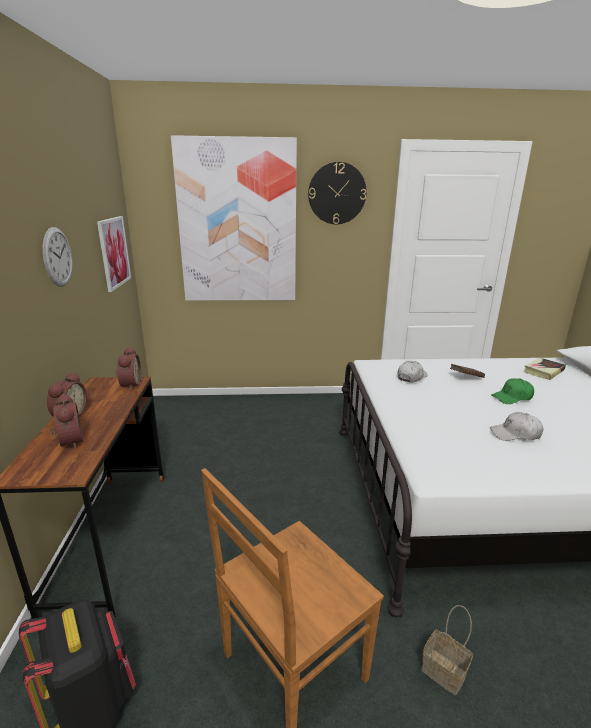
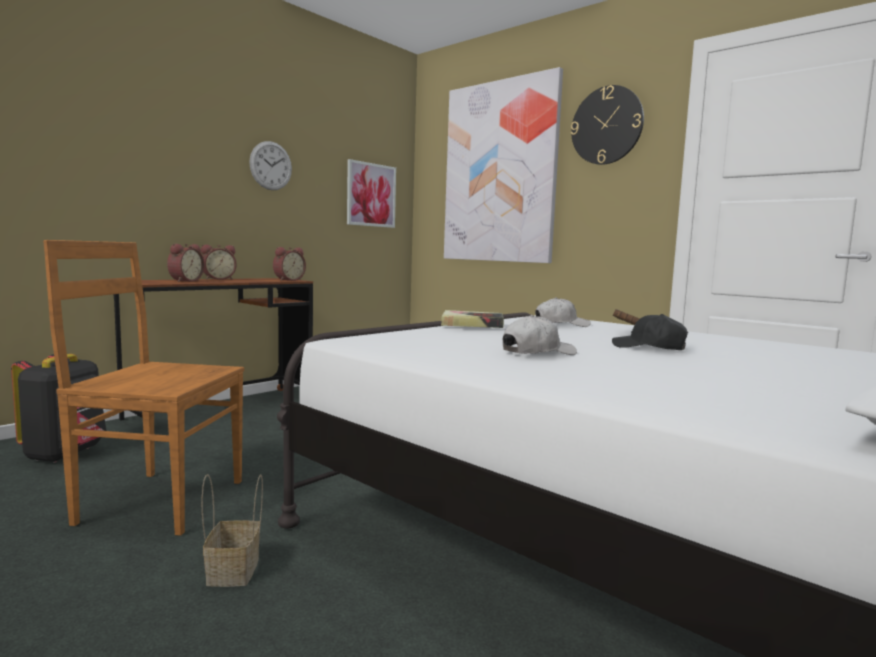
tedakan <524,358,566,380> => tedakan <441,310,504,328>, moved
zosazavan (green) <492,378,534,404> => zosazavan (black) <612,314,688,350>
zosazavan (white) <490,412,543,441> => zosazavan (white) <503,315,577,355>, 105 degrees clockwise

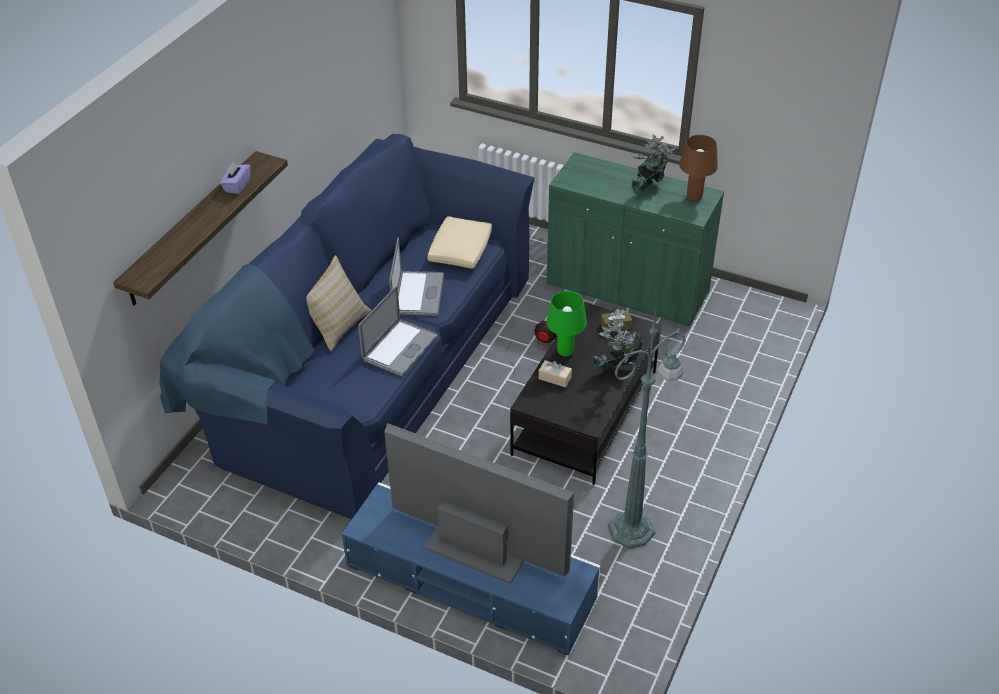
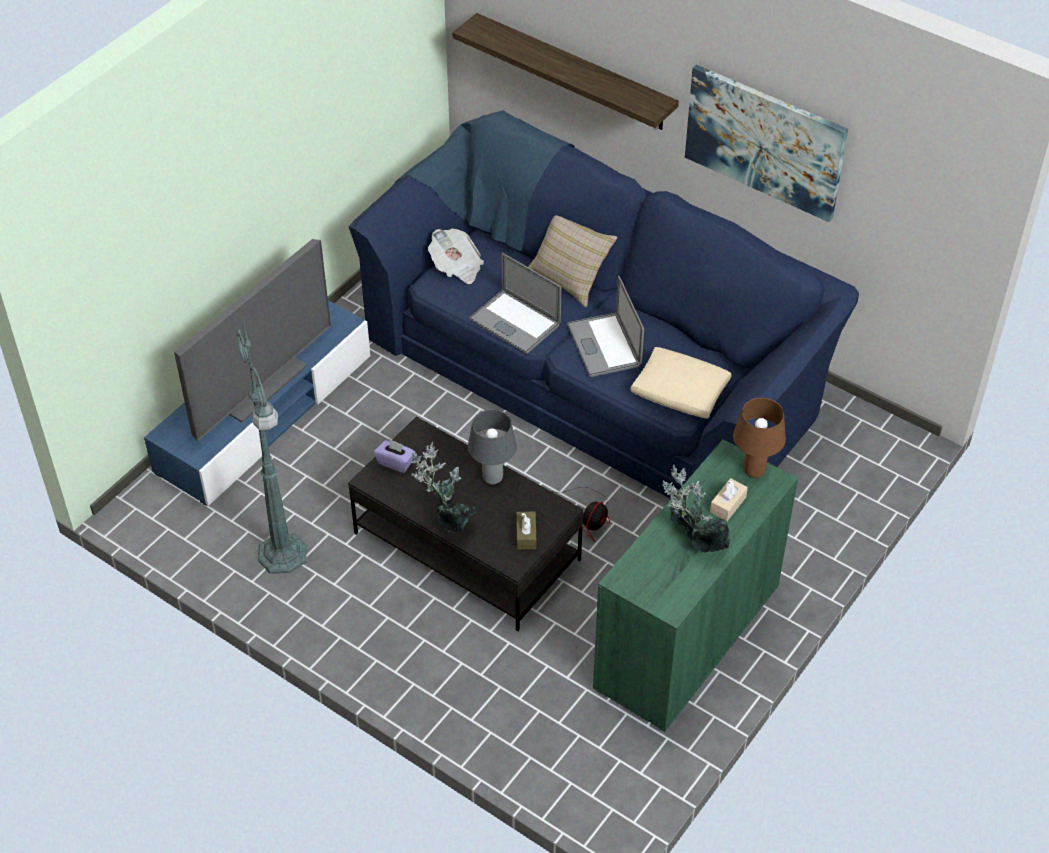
nothing => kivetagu <428,229,484,284>
nothing => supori <685,65,848,222>
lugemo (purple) <220,161,251,194> => lugemo (purple) <374,439,416,473>, moved
lugemo (beige) <539,360,572,387> => lugemo (beige) <710,478,748,521>, moved
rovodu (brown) <679,135,718,201> => rovodu (brown) <733,398,786,478>, moved
rovodu (green) <546,291,587,356> => rovodu (grey) <468,409,517,484>
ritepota <389,237,444,316> => ritepota <567,276,644,377>, 60 degrees clockwise

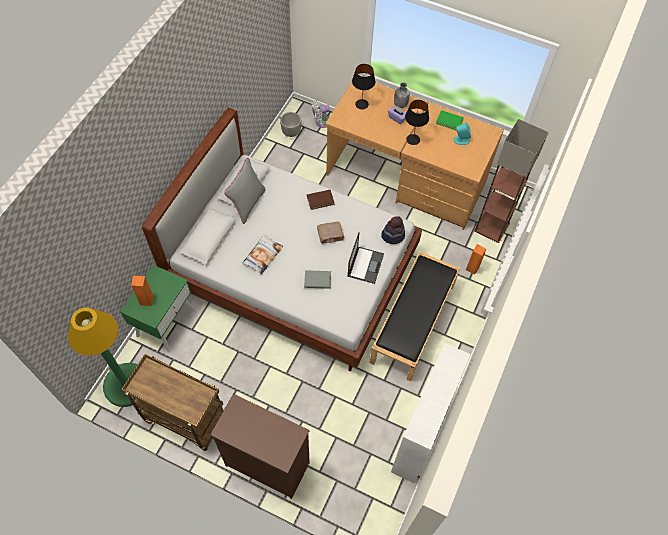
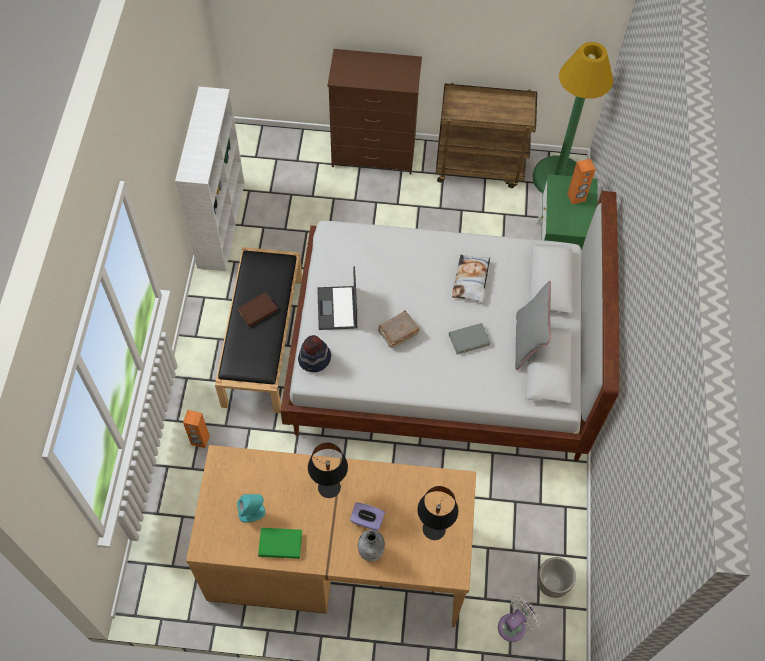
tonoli <474,119,549,243> => nothing
tedakan (grey) <304,270,331,289> => tedakan (grey) <449,323,491,355>, moved
tedakan (brown) <307,190,335,210> => tedakan (brown) <237,292,278,327>, moved

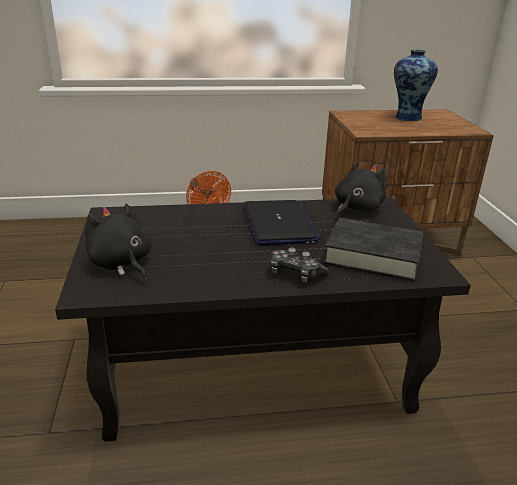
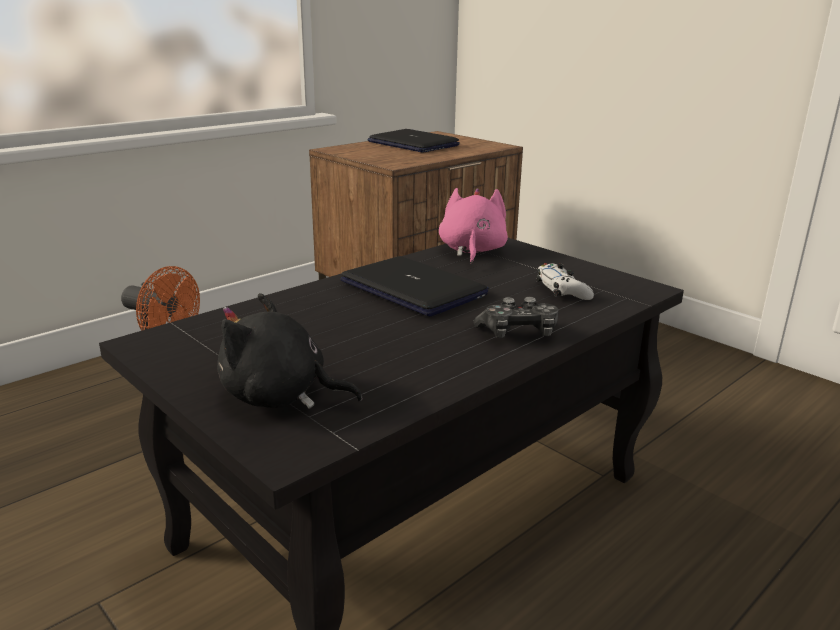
tedakan (black) <324,218,423,281> => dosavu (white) <536,263,594,300>
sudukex <394,50,438,121> => ritepota <367,129,460,153>
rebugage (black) <335,161,387,218> => rebugage (pink) <439,188,508,264>

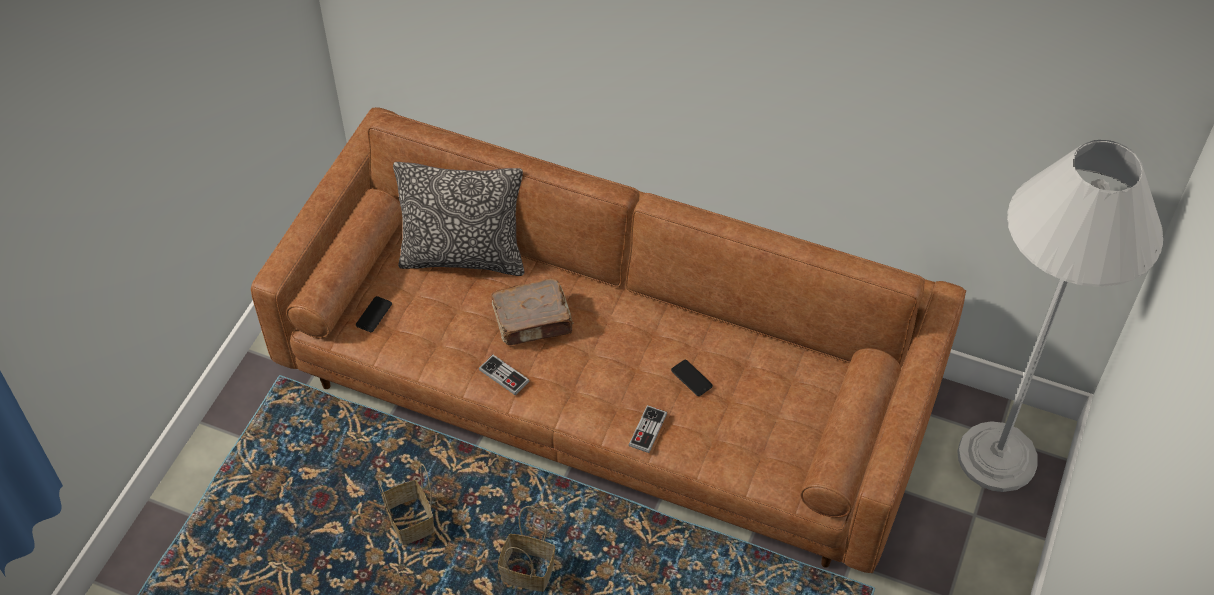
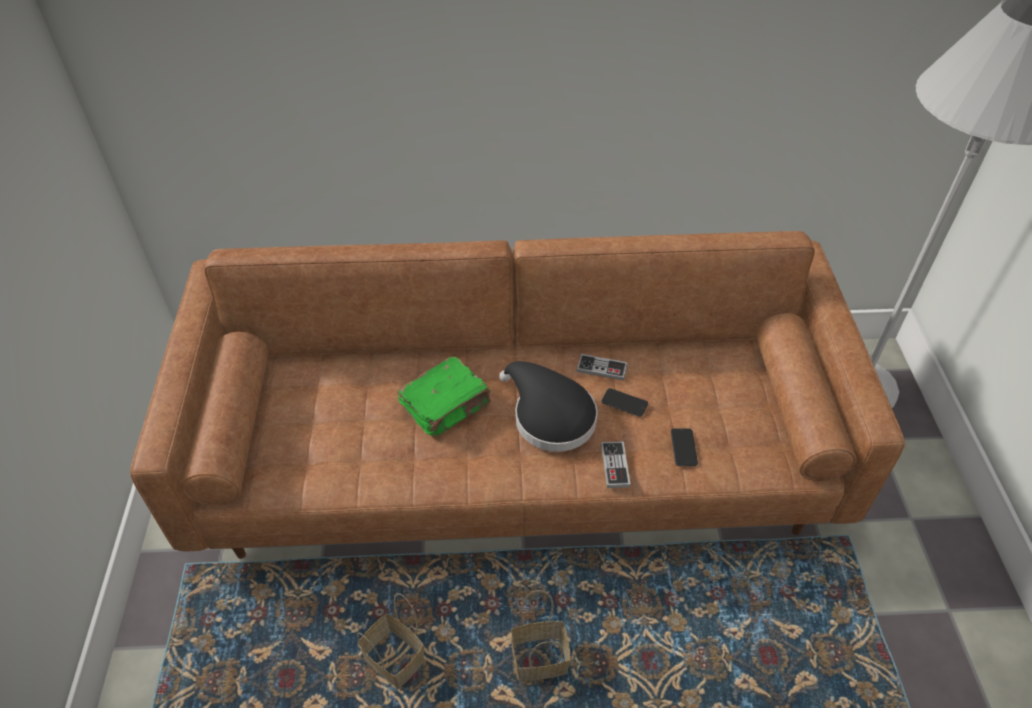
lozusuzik <393,162,525,276> => nothing
nothing => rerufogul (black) <499,361,598,452>
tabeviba <356,296,392,332> => tabeviba <671,428,698,466>, moved
dosavu <479,355,529,395> => dosavu <576,354,628,381>, moved
tedakan (brown) <491,279,574,345> => tedakan (green) <397,357,491,437>

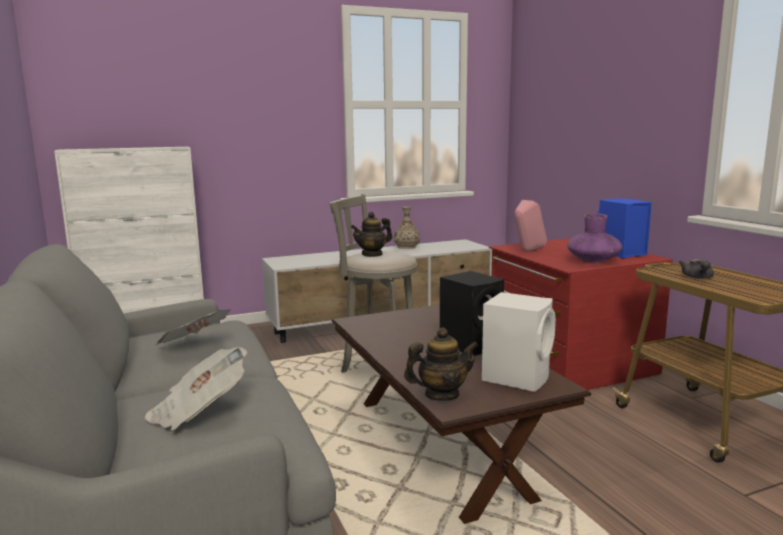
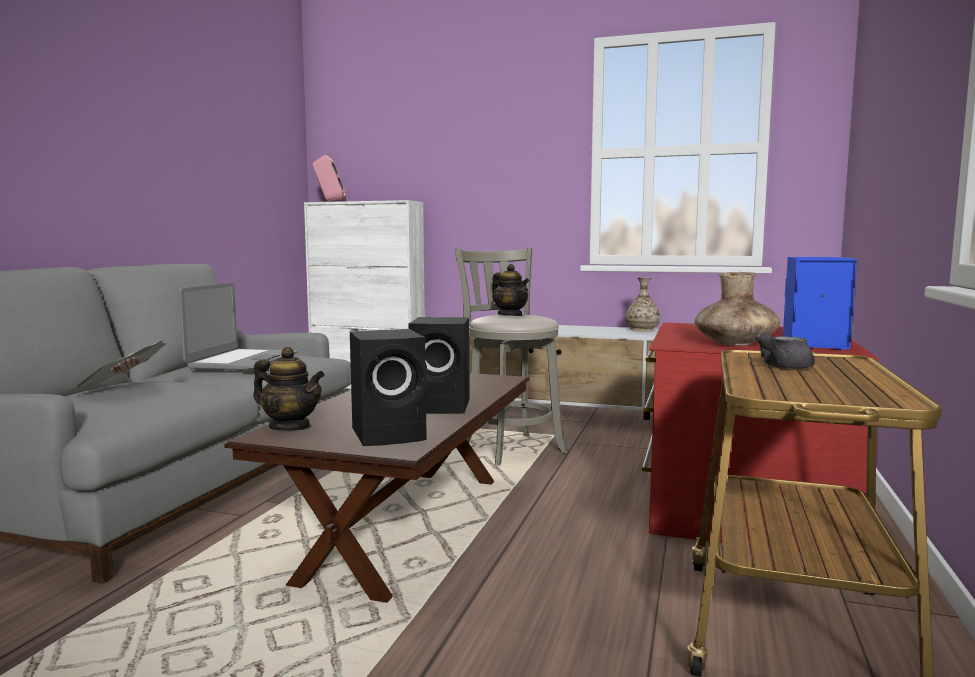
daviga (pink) <514,200,547,251> => daviga (pink) <312,155,346,202>, moved
kivetagu <155,309,231,345> => ritepota <179,283,298,370>
daviga (white) <482,292,556,392> => daviga (black) <350,329,427,446>
sudukex (purple) <567,213,622,263> => sudukex (brown) <694,272,780,346>
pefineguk <351,212,392,257> => pefineguk <492,264,529,316>, 135 degrees counterclockwise

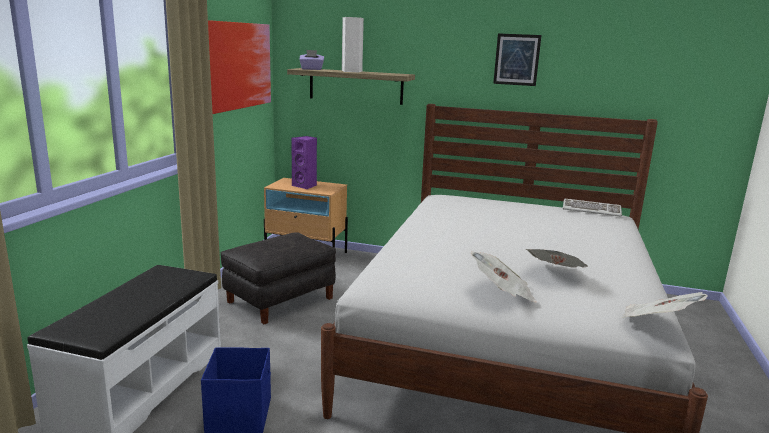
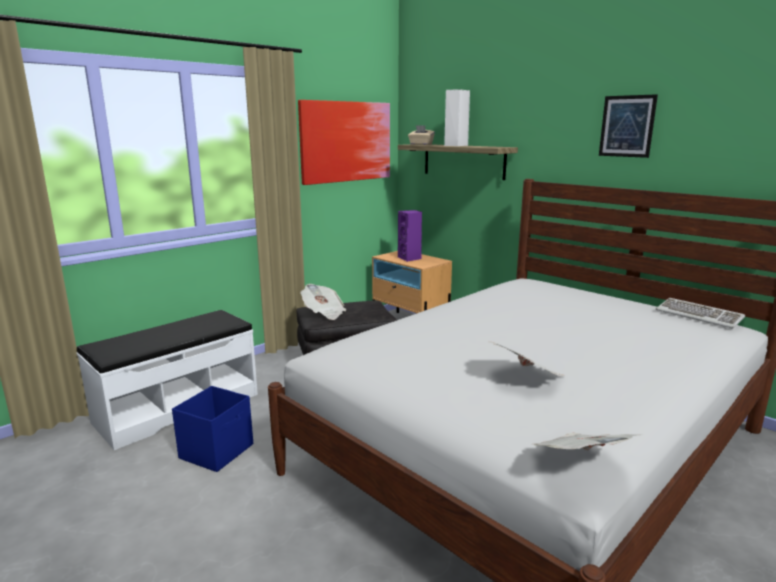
kivetagu <471,251,537,302> => kivetagu <300,284,346,320>, moved
lugemo (purple) <299,50,324,70> => lugemo (beige) <408,125,435,145>

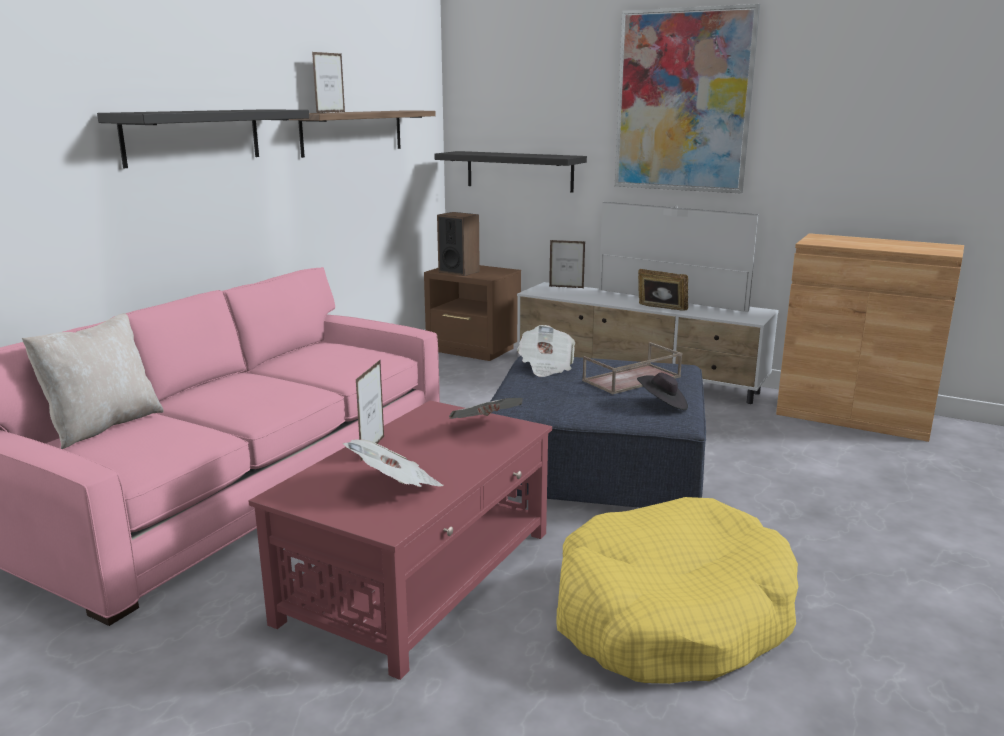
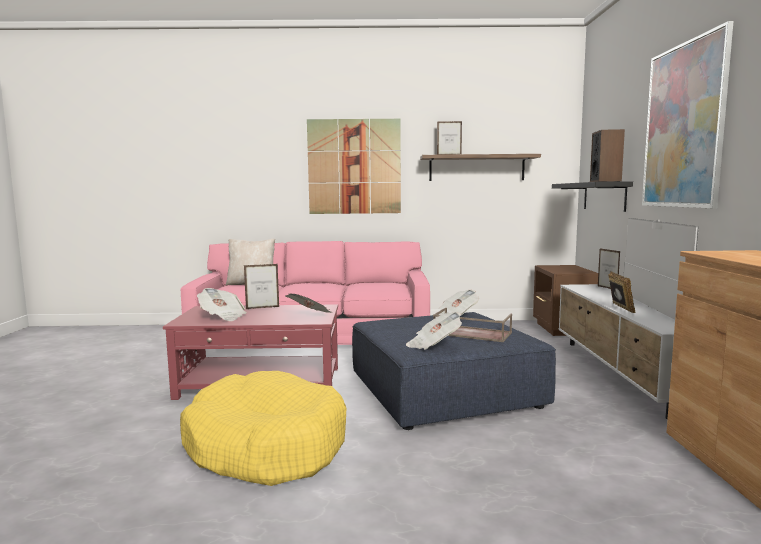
daviga <437,212,480,276> => daviga <590,129,625,182>, moved
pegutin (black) <97,109,309,168> => supori <307,119,401,214>
rerufogul (black) <637,373,688,410> => kivetagu <406,312,462,350>

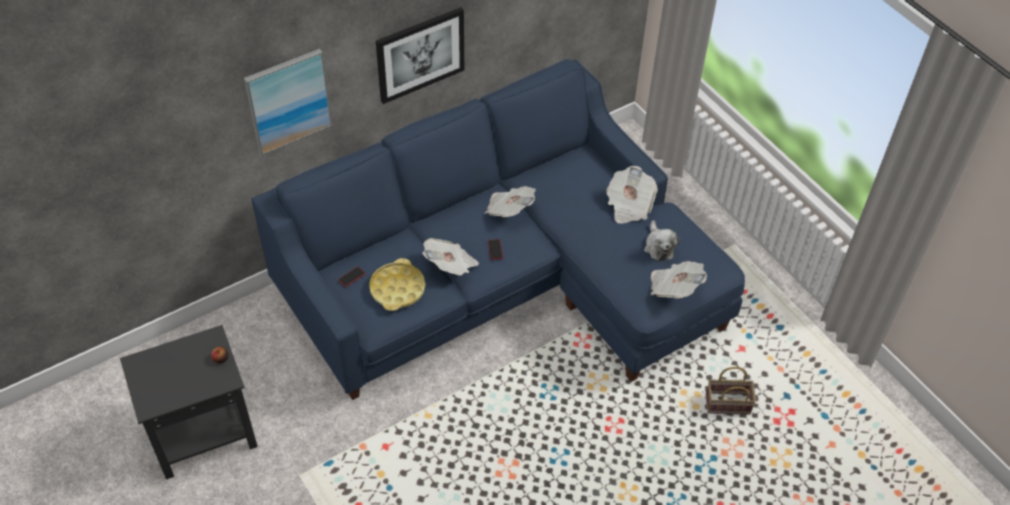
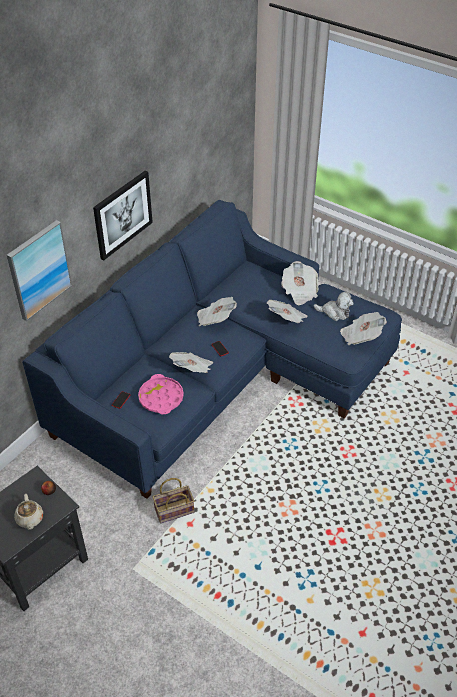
nothing => pefineguk (beige) <14,494,43,530>
nothing => kivetagu <267,300,308,323>
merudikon <705,367,756,415> => merudikon <153,478,194,524>, moved
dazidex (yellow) <369,258,425,311> => dazidex (pink) <138,374,184,414>
rebugage <644,220,679,261> => rebugage <313,292,354,321>, 45 degrees counterclockwise

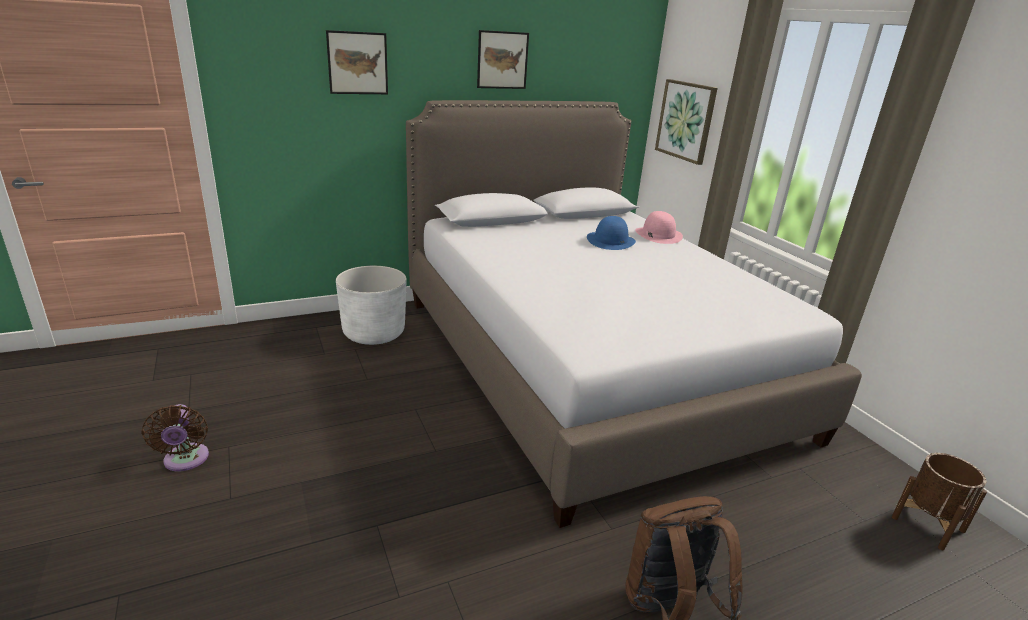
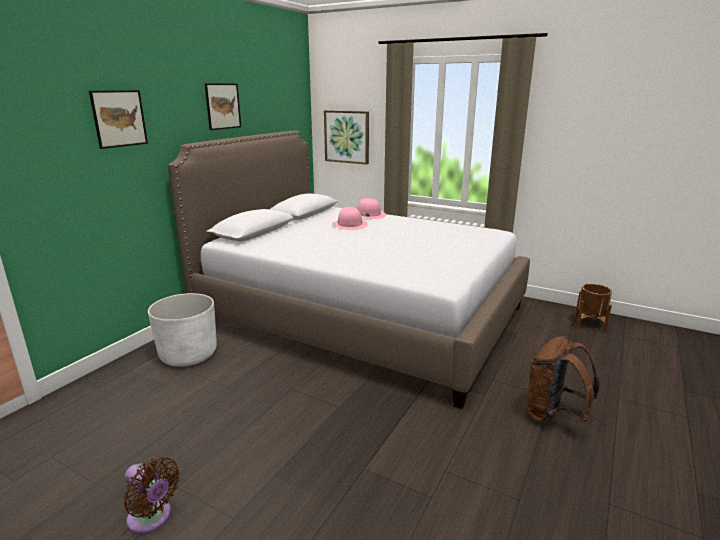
rerufogul (blue) <587,216,636,250> => rerufogul (pink) <332,207,368,230>

